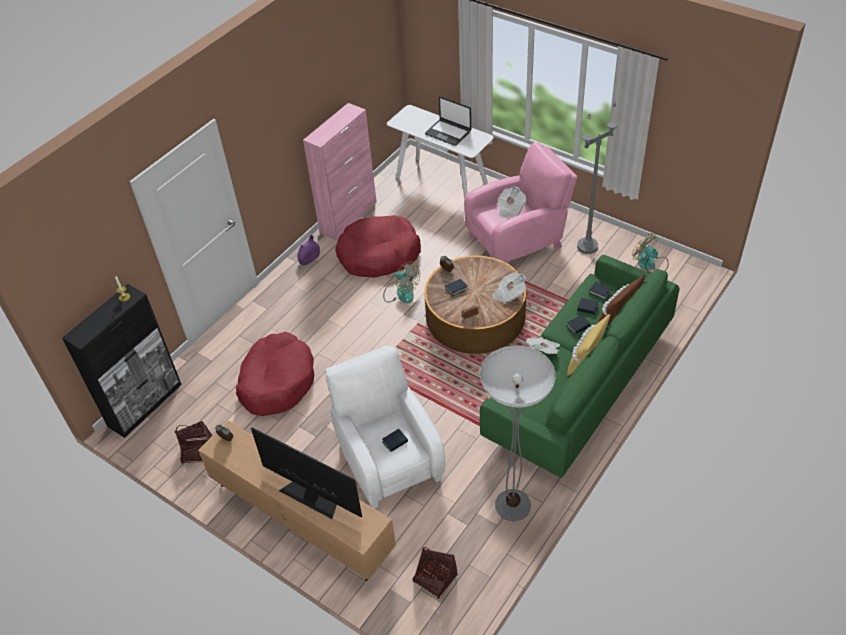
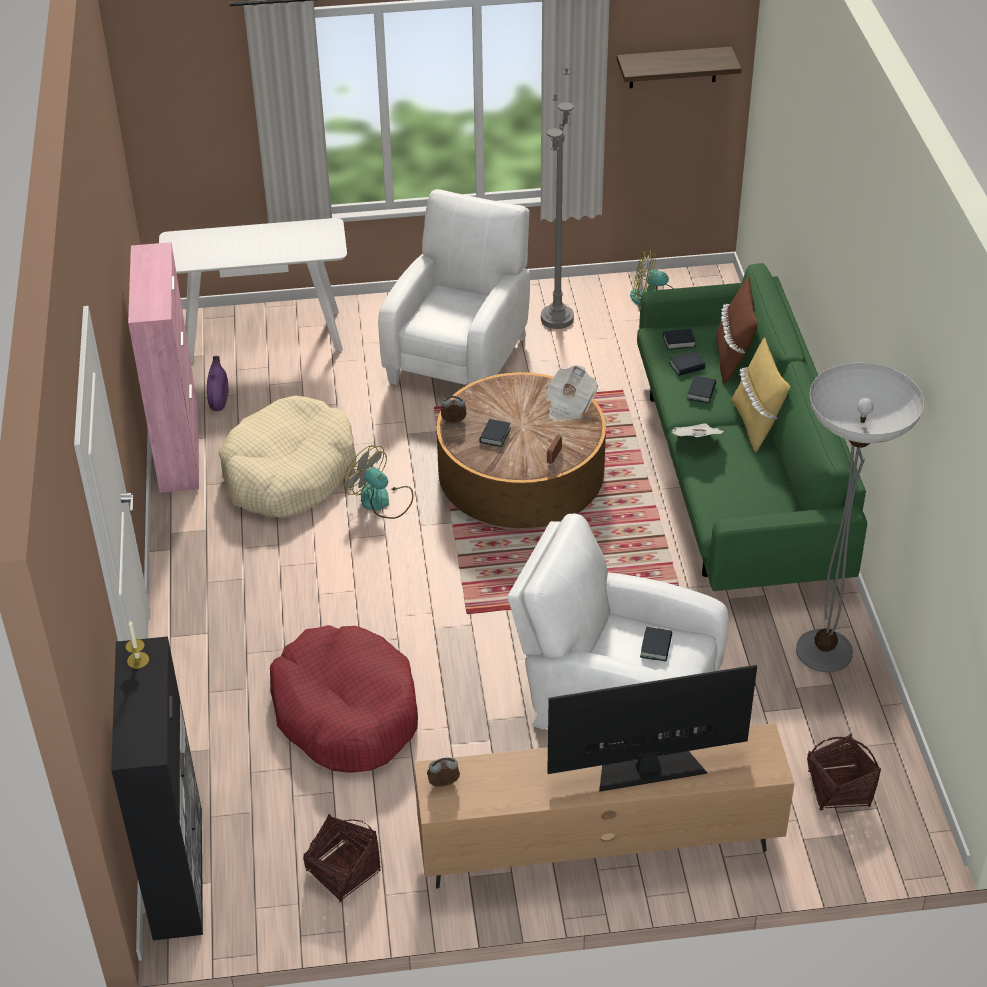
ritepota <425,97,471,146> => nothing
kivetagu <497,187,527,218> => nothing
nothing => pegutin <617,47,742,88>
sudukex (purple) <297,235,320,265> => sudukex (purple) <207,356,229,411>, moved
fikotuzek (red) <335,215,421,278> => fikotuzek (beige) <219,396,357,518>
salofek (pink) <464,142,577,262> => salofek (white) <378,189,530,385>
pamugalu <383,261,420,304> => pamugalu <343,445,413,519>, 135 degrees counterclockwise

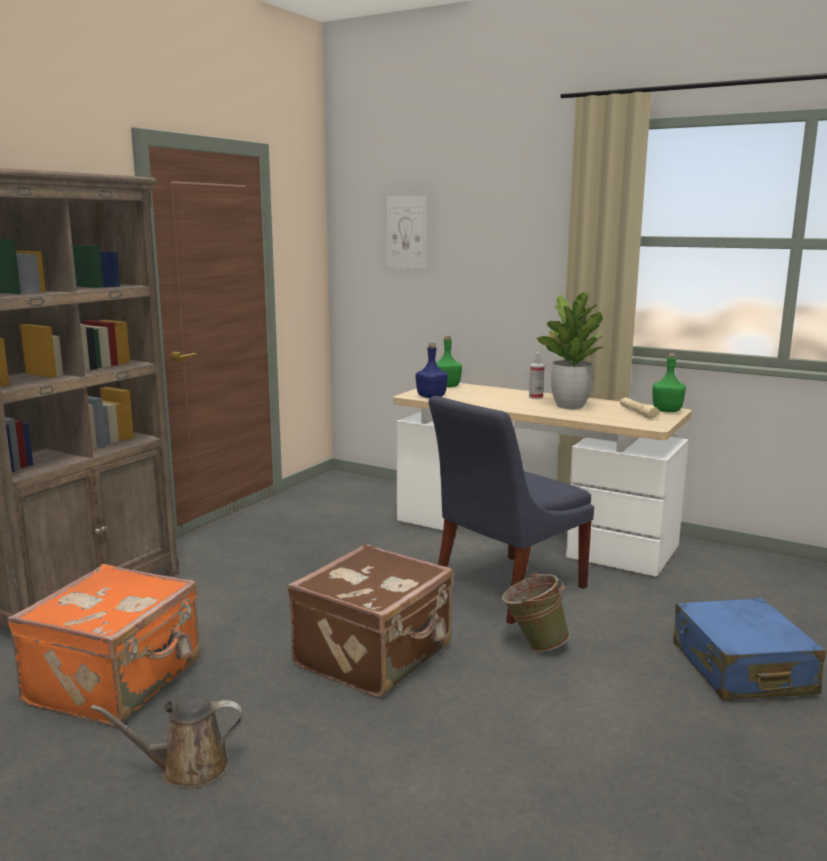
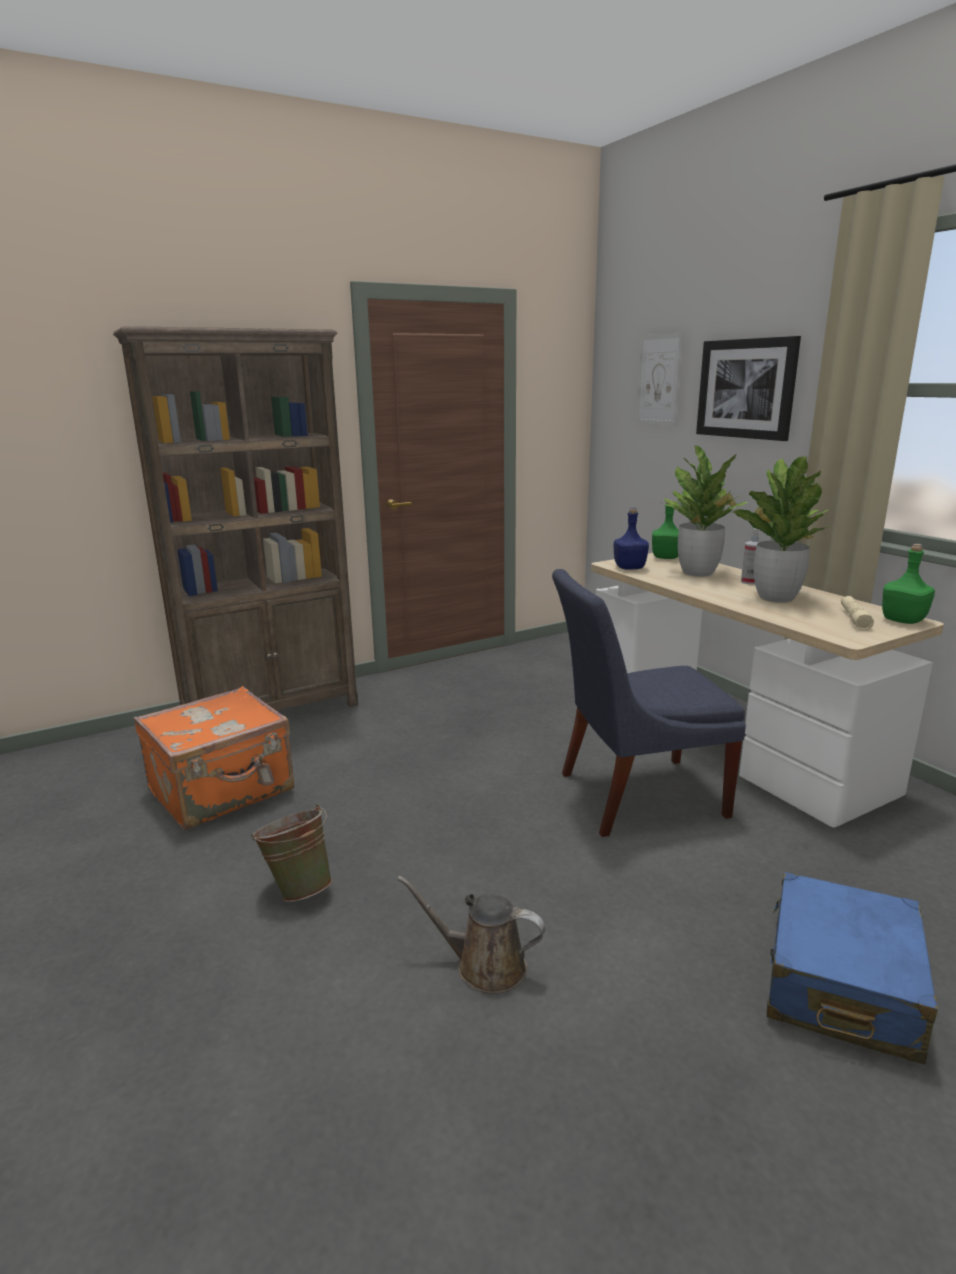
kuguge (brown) <288,544,453,697> => nothing
nothing => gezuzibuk <661,446,749,577>
nothing => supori <696,336,801,441>
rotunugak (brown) <91,697,243,788> => rotunugak (brown) <397,875,545,994>, moved
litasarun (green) <502,572,570,652> => litasarun (green) <251,804,332,902>, moved

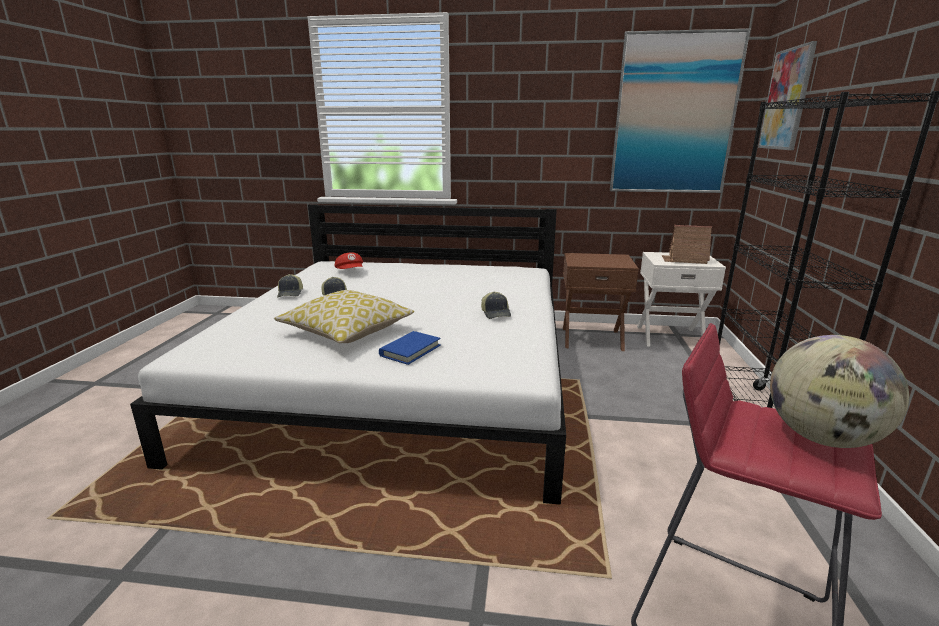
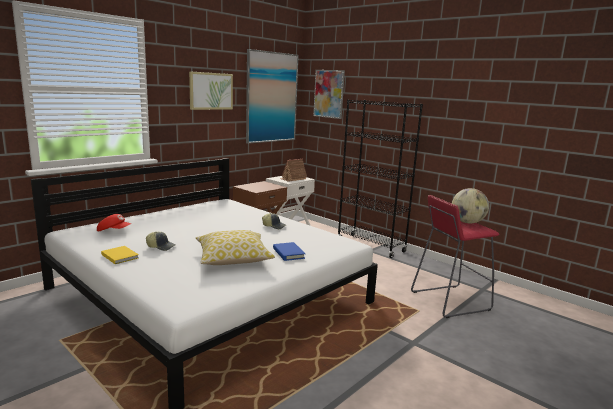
nothing => supori <189,71,233,110>
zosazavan <277,274,303,298> => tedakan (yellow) <101,246,139,264>

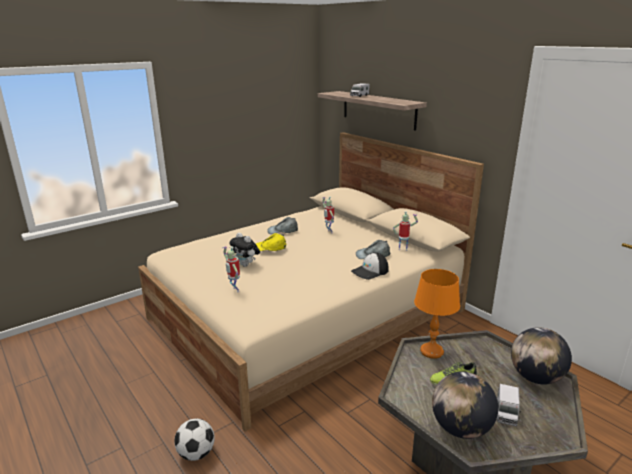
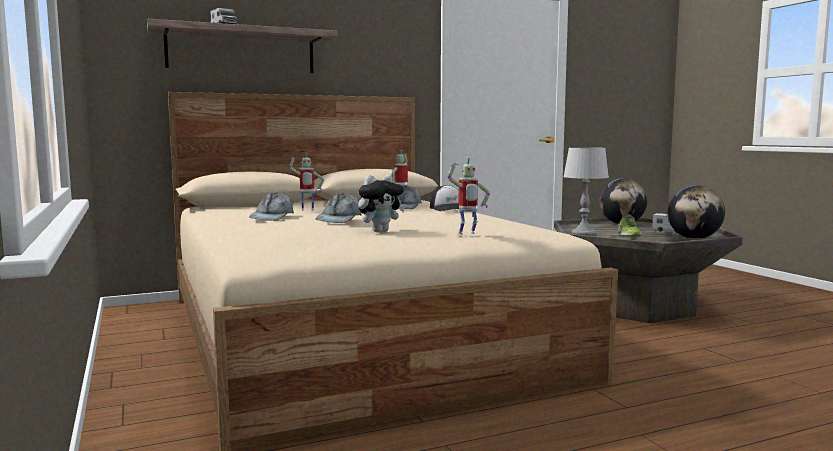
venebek <174,419,215,461> => nothing
zosazavan (yellow) <256,233,286,251> => zosazavan (grey) <316,193,362,223>
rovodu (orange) <414,269,460,359> => rovodu (grey) <563,147,609,236>

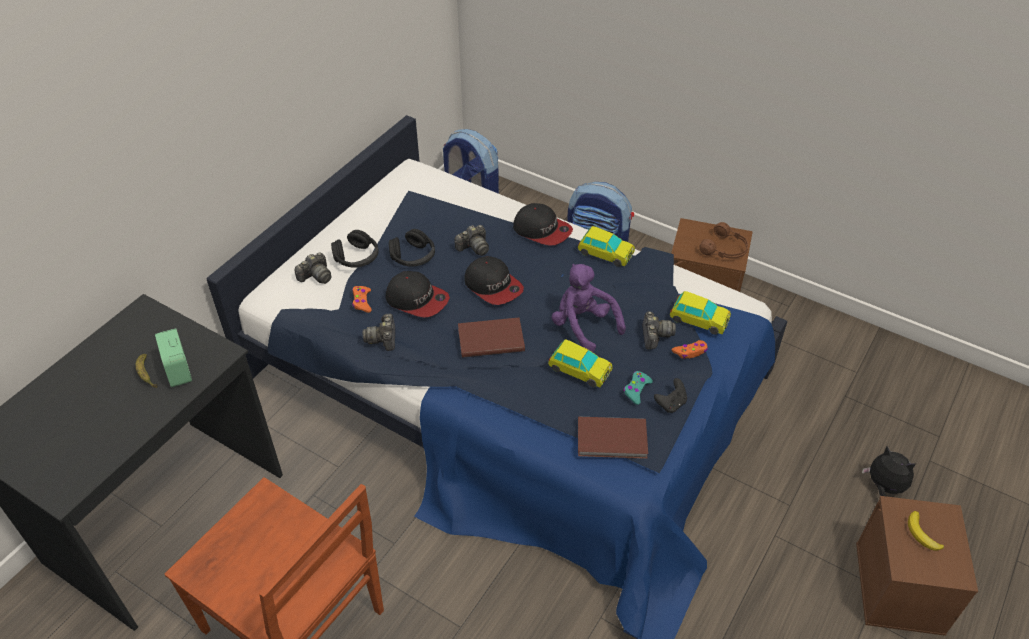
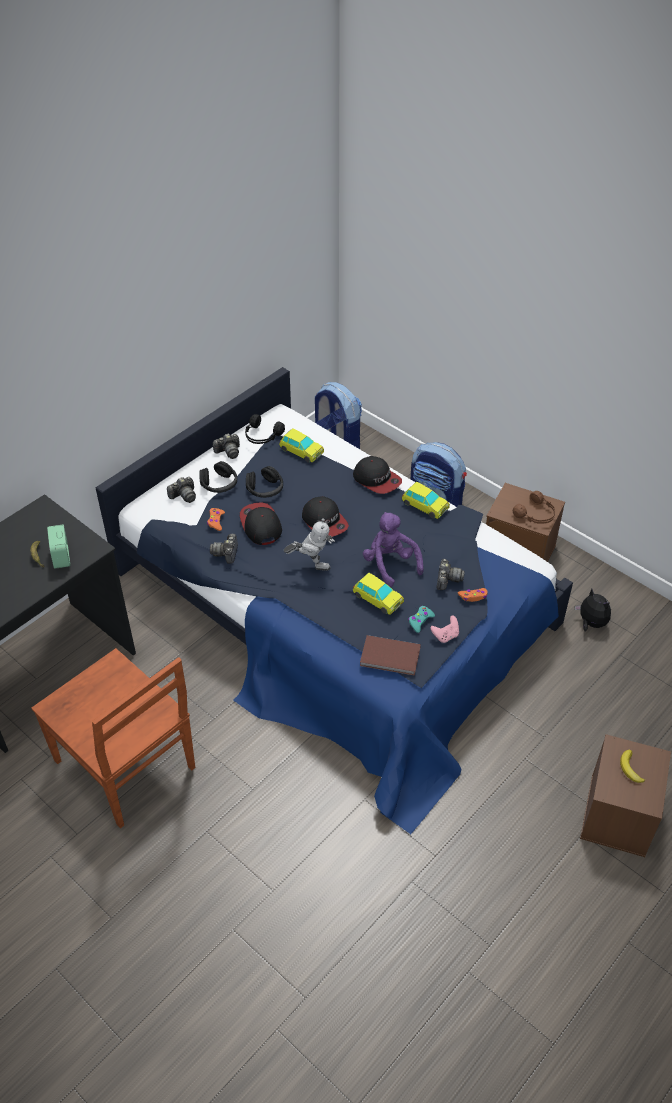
nothing => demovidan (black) <245,414,285,444>
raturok <454,225,489,256> => raturok <212,434,240,459>, moved
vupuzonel <670,291,731,335> => vupuzonel <279,428,324,462>, moved
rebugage <862,446,916,496> => rebugage <574,589,611,631>, moved
tedakan (brown) <458,318,525,358> => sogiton <284,518,335,571>
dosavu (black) <654,378,687,413> => dosavu (pink) <431,616,459,643>
zosazavan <386,271,450,317> => zosazavan <240,502,282,545>, 150 degrees counterclockwise

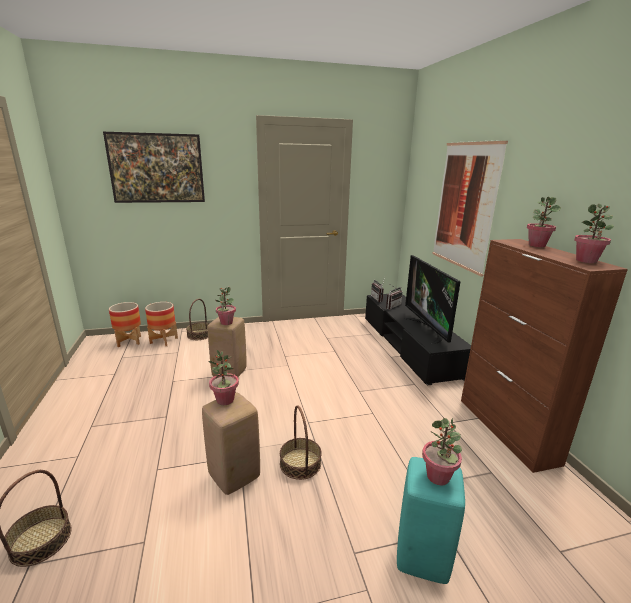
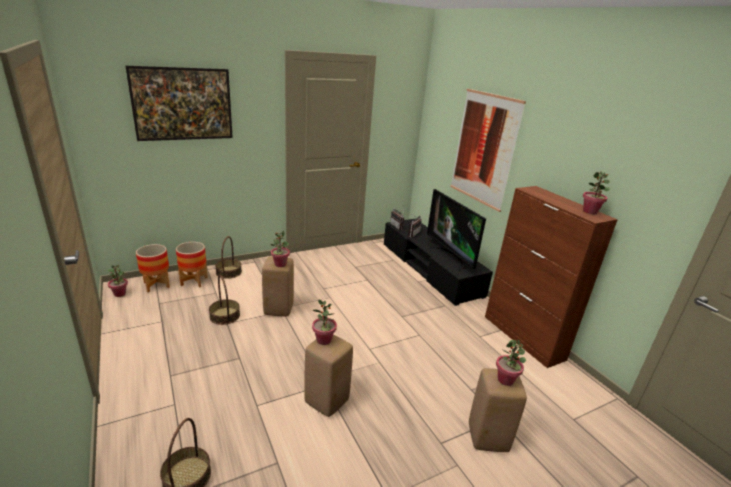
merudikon <280,405,322,480> => merudikon <209,275,240,325>, moved
gezuzibuk <527,197,561,247> => gezuzibuk <108,265,128,297>, moved
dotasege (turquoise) <397,457,465,584> => dotasege (beige) <469,368,527,452>

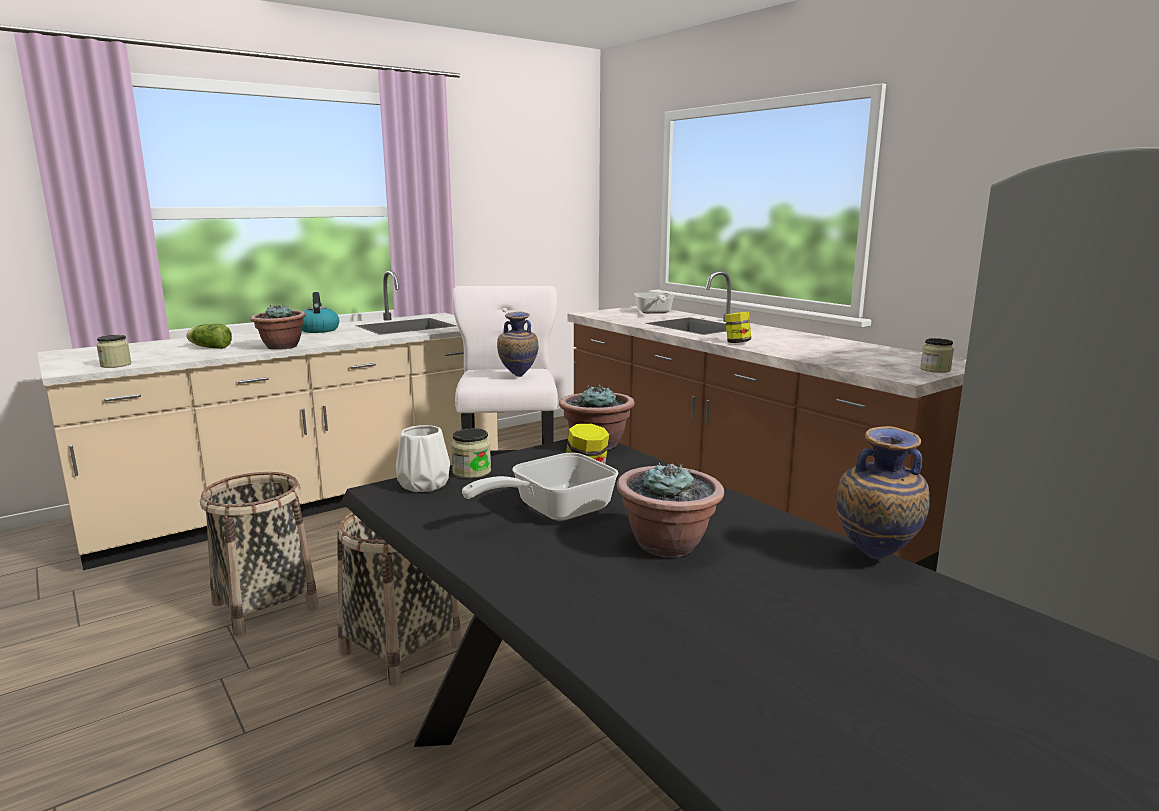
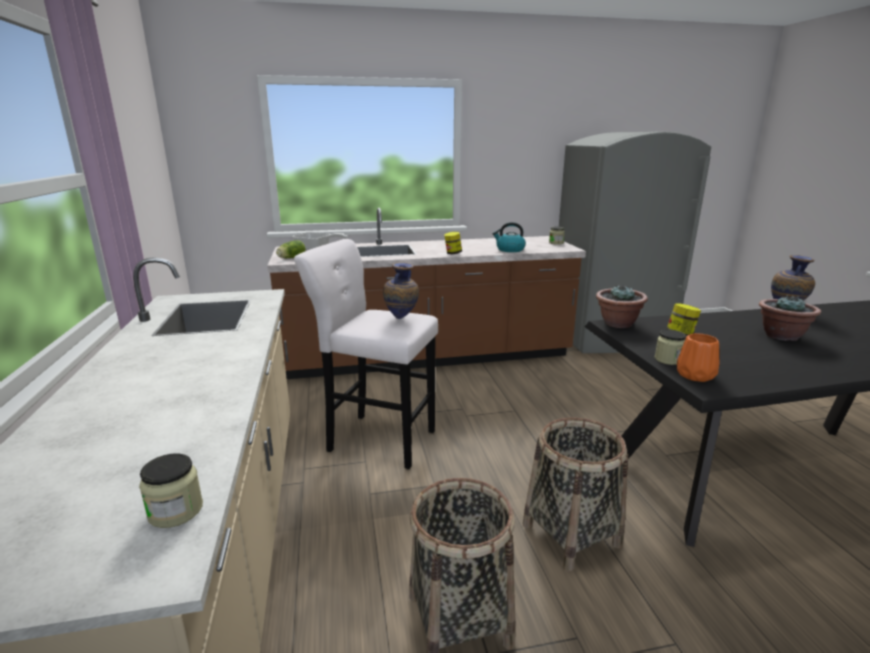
gezuzibuk <250,305,306,350> => nothing
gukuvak <462,453,619,521> => nothing
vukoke <186,324,232,349> => vukoke <276,240,306,258>, moved
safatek <302,292,339,333> => safatek <493,222,526,252>, moved
sudukex (white) <396,425,450,492> => sudukex (orange) <677,333,720,382>

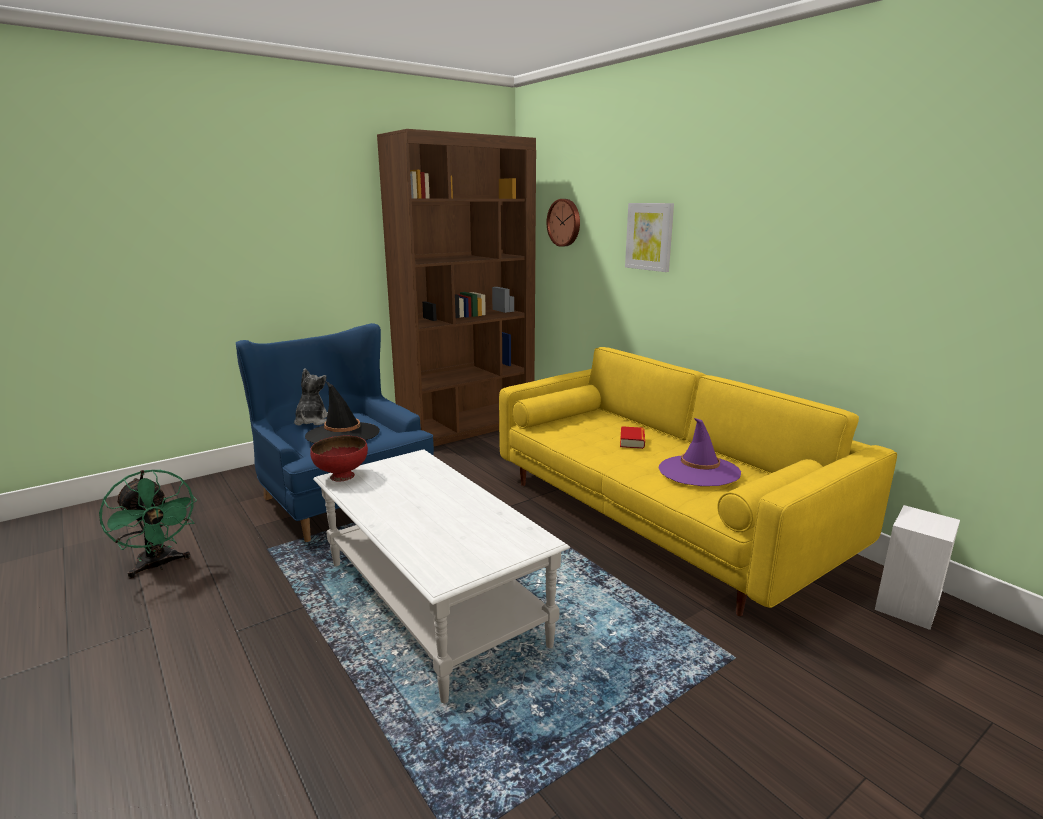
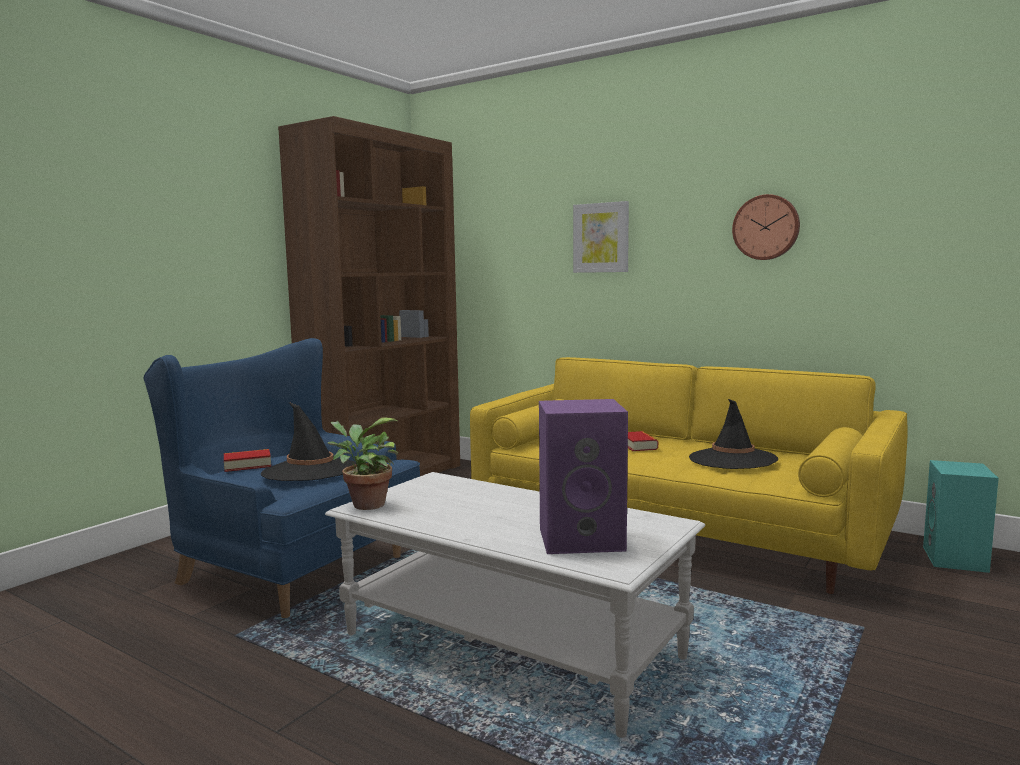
pamugalu (green) <99,470,197,579> => nothing
nothing => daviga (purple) <539,399,628,554>
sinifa <547,199,580,247> => sinifa <732,194,800,260>, moved
rebugage <294,368,328,426> => tedakan <224,449,271,472>
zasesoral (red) <310,436,368,481> => gezuzibuk <328,417,398,510>
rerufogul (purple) <658,418,741,486> => rerufogul (black) <689,399,778,469>
daviga (white) <875,505,960,630> => daviga (turquoise) <923,460,999,573>

